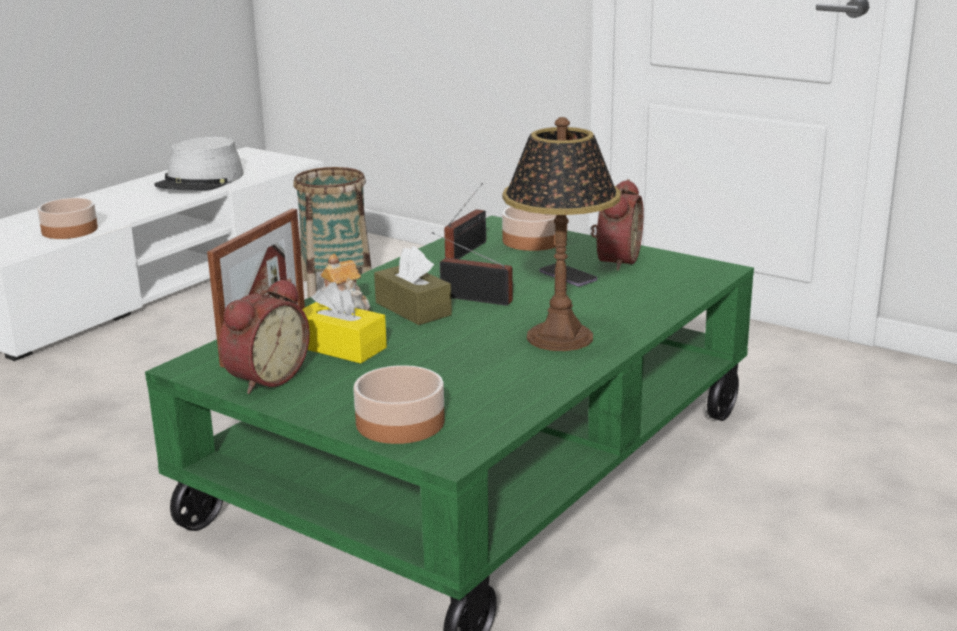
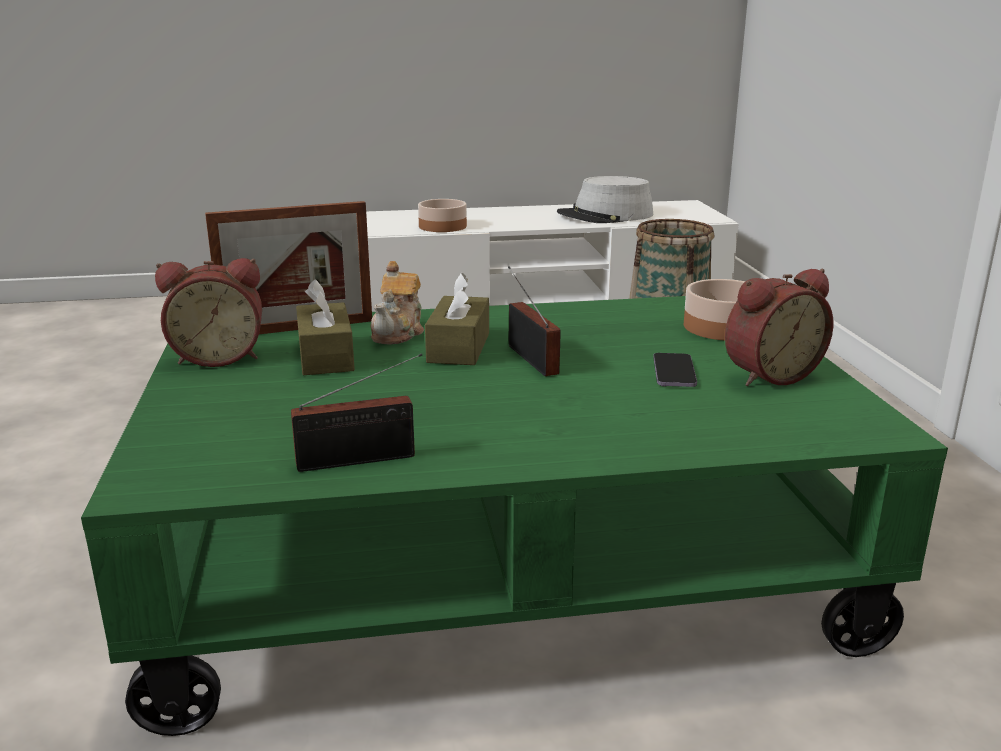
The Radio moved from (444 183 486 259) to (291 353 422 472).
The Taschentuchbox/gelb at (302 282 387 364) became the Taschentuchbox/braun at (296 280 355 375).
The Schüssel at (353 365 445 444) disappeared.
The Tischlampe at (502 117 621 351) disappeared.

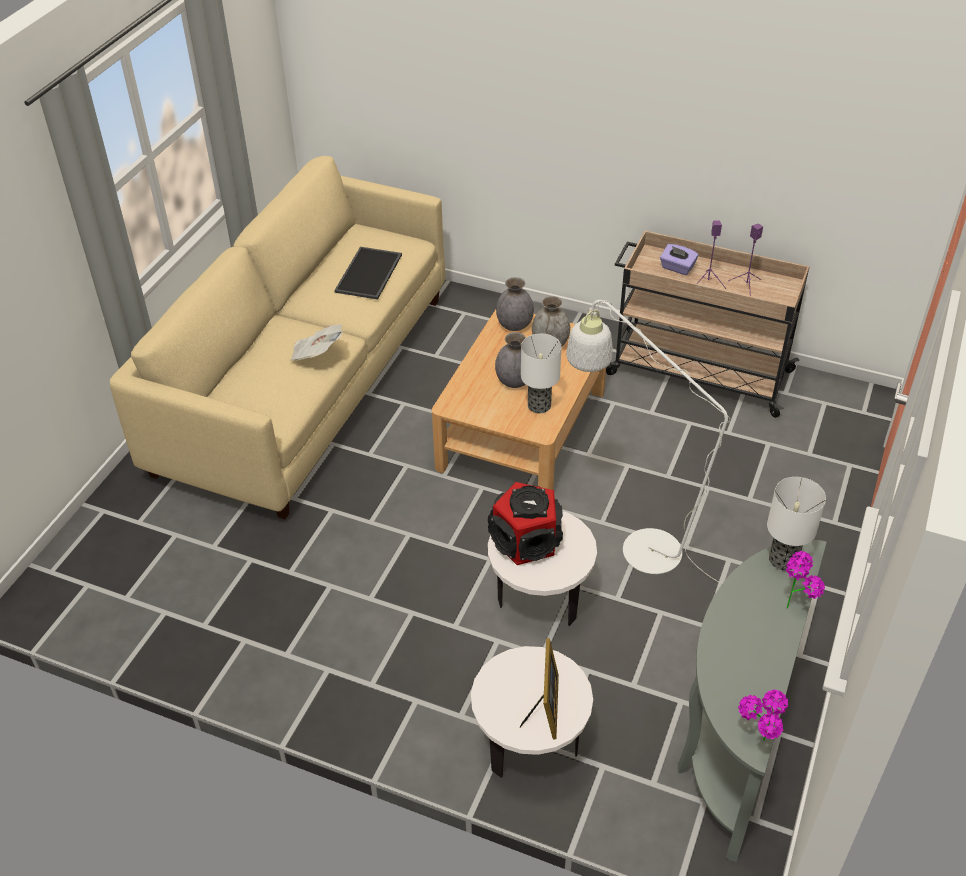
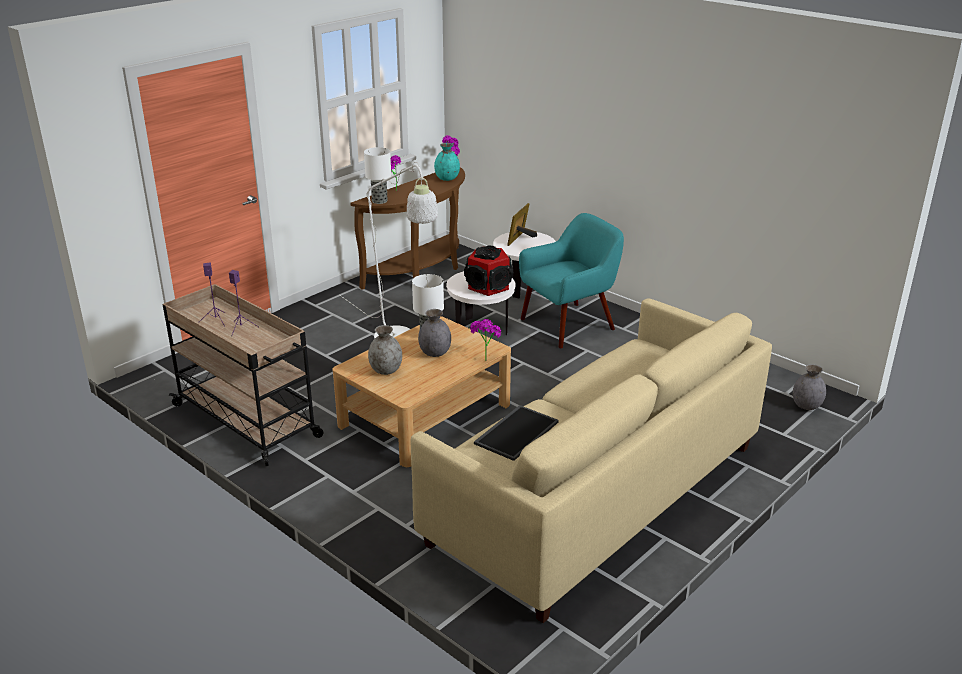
The Konsolentisch/grau at (678 540 827 862) became the Konsolentisch/braun at (350 167 465 290).
The Vase/türkis at (434 143 460 181) appeared.
The Topfpflanze at (470 319 501 361) appeared.
The Sessel/türkis at (519 213 624 348) appeared.
The Vase/grau moved from (496 277 534 331) to (793 364 826 410).
The Zeitung at (290 324 343 361) disappeared.
The Taschentuchbox/lila at (660 244 698 275) disappeared.

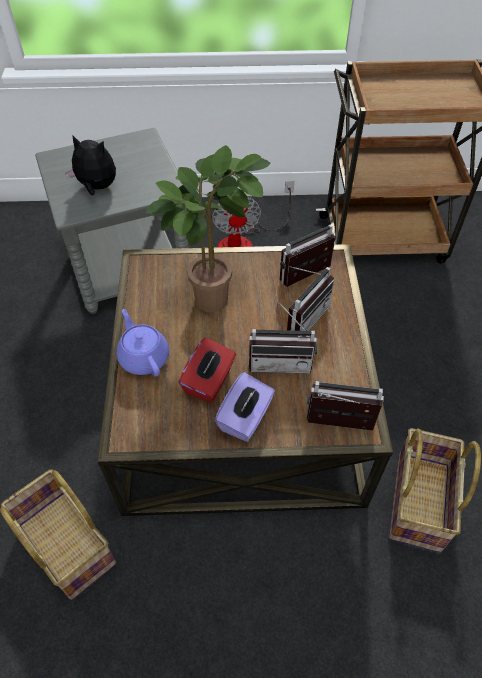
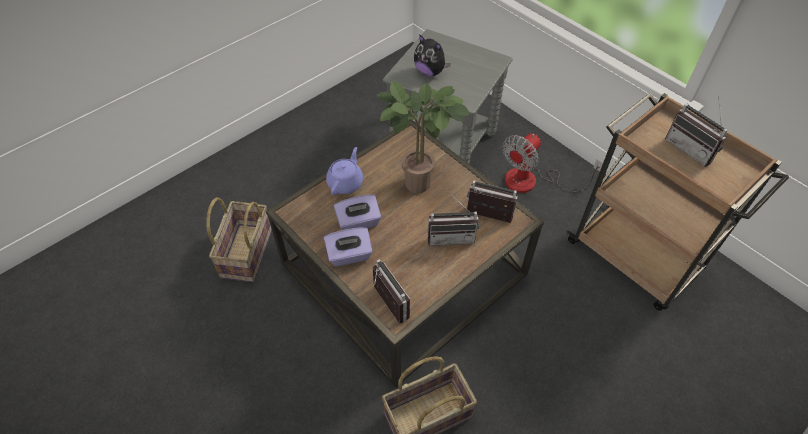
The Taschentuchbox/rot at (179 337 236 403) became the Taschentuchbox/lila at (334 195 381 230).
The Plüschtier at (65 135 116 196) turned 150 degrees clockwise.
The Radio moved from (249 300 317 374) to (665 95 728 167).

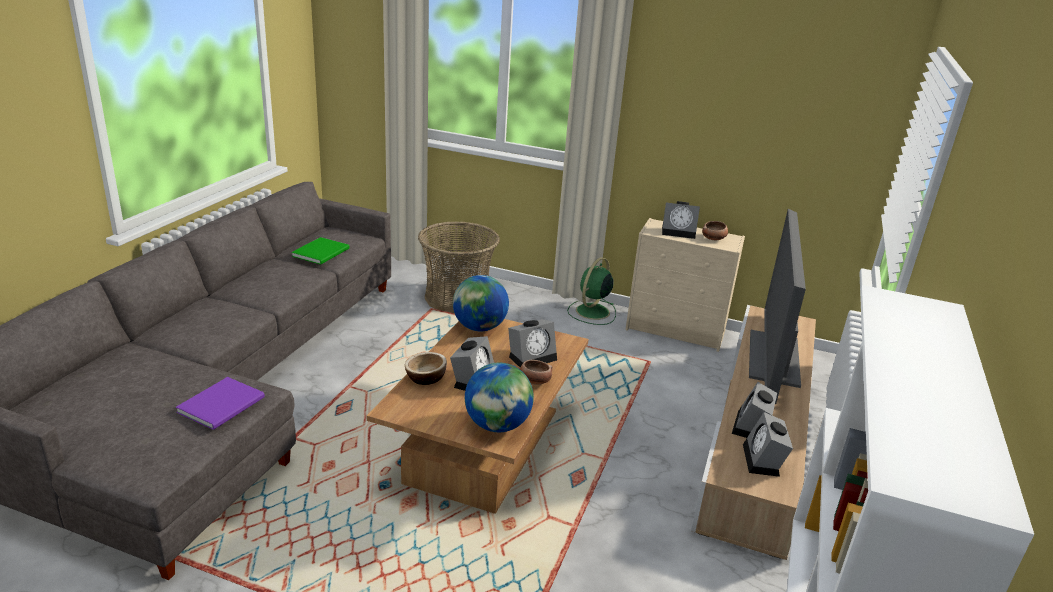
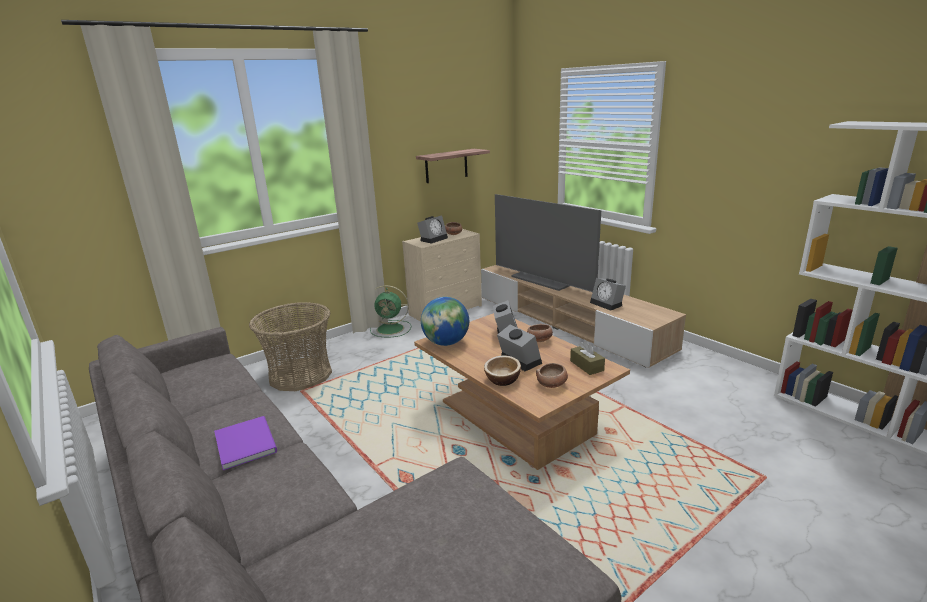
The Buch/lila moved from (176 377 265 430) to (214 416 277 470).
The Ventilator/grün at (567 257 616 325) turned 60 degrees counterclockwise.
The Wandregal at (416 149 490 183) appeared.
The Schüssel at (536 363 568 388) appeared.
The Globus at (465 363 534 432) was replaced by the Taschentuchbox/braun at (570 341 605 375).
The Buch/grün at (292 237 350 265) disappeared.
The Wecker at (743 412 793 477) disappeared.

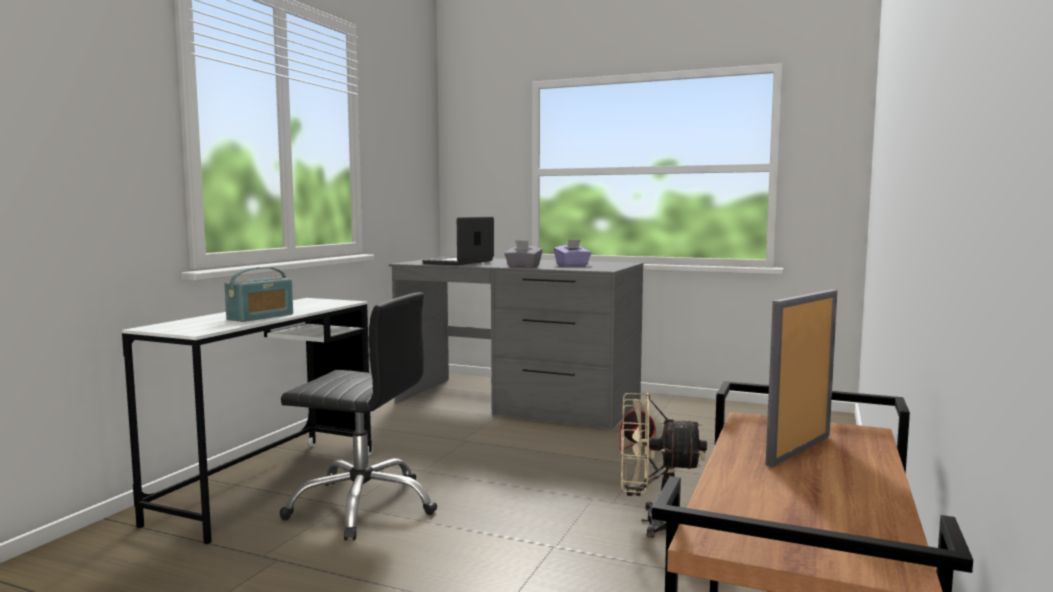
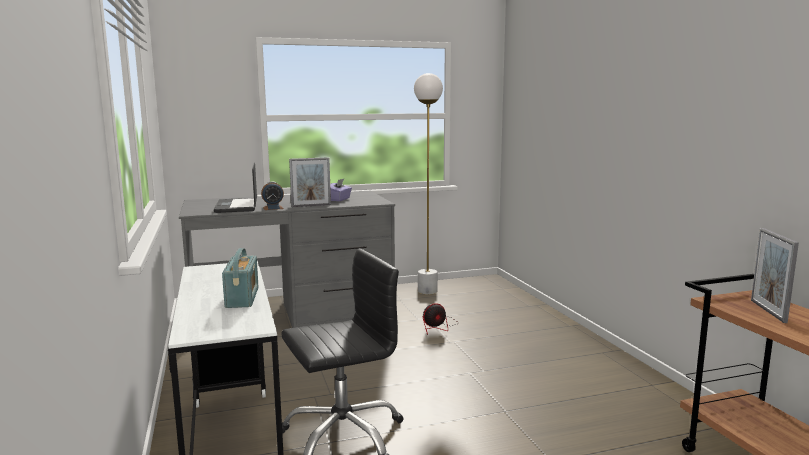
The Wecker at (261 181 284 210) appeared.
The Taschentuchbox/grau at (504 240 543 267) was replaced by the Bilderrahmen at (289 157 331 207).
The Stehlampe/weiß at (414 73 443 295) appeared.
The Ventilator/beige at (621 393 707 538) disappeared.

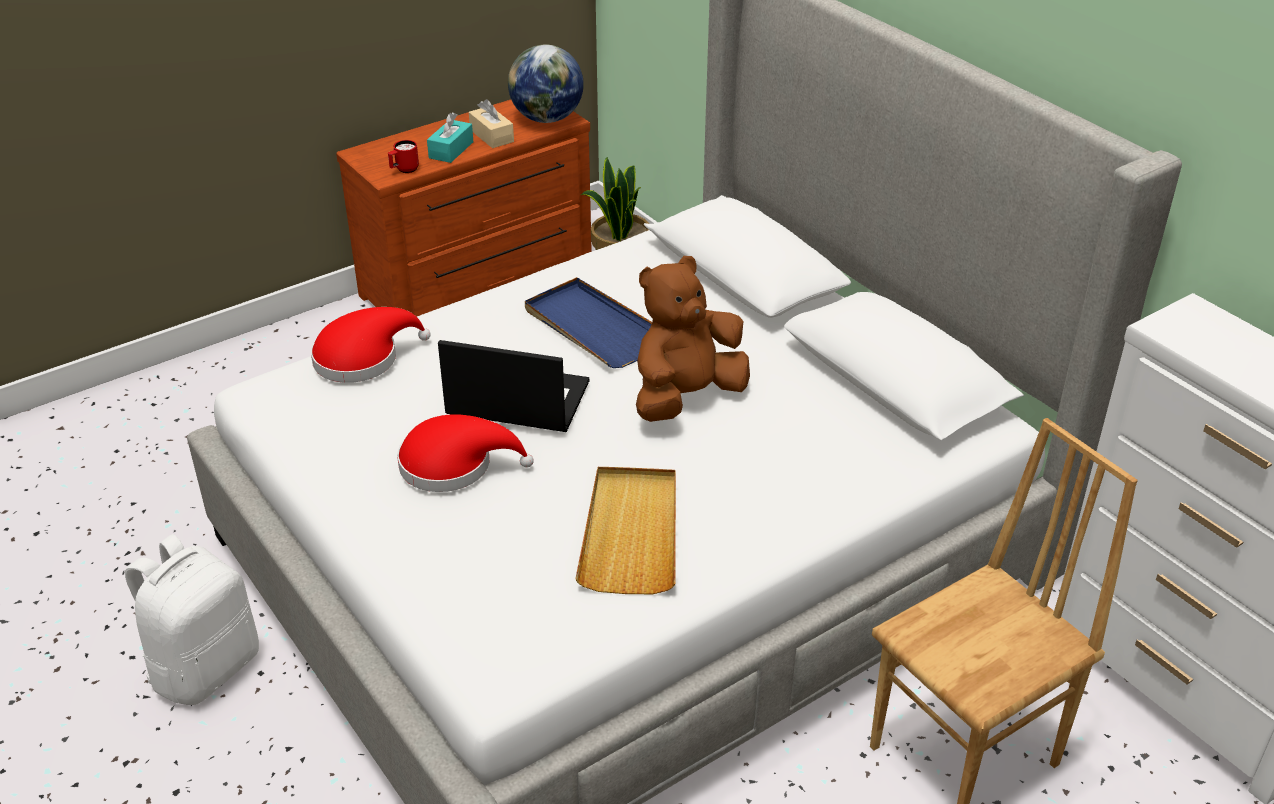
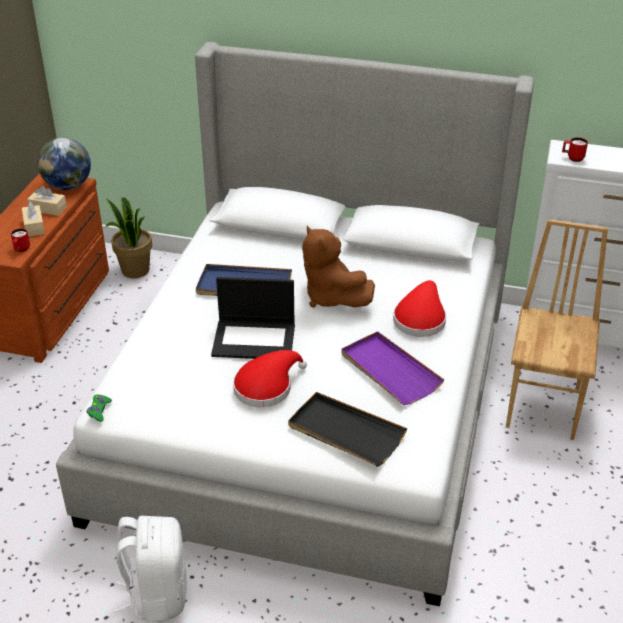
The Taschentuchbox/türkis at (427 112 473 163) became the Taschentuchbox/beige at (22 201 45 237).
The Gamepad/grün at (87 395 112 422) appeared.
The Laptop at (438 340 589 432) turned 150 degrees counterclockwise.
The Tablett/schwarz at (288 392 407 467) appeared.
The Plüschtier/braun at (636 256 750 422) turned 45 degrees counterclockwise.
The Tablett/beige at (575 467 676 594) became the Tablett/lila at (341 331 444 405).
The Hut/rot moved from (311 307 431 383) to (393 280 446 337).
The Henkelbecher/rot at (562 137 588 162) appeared.

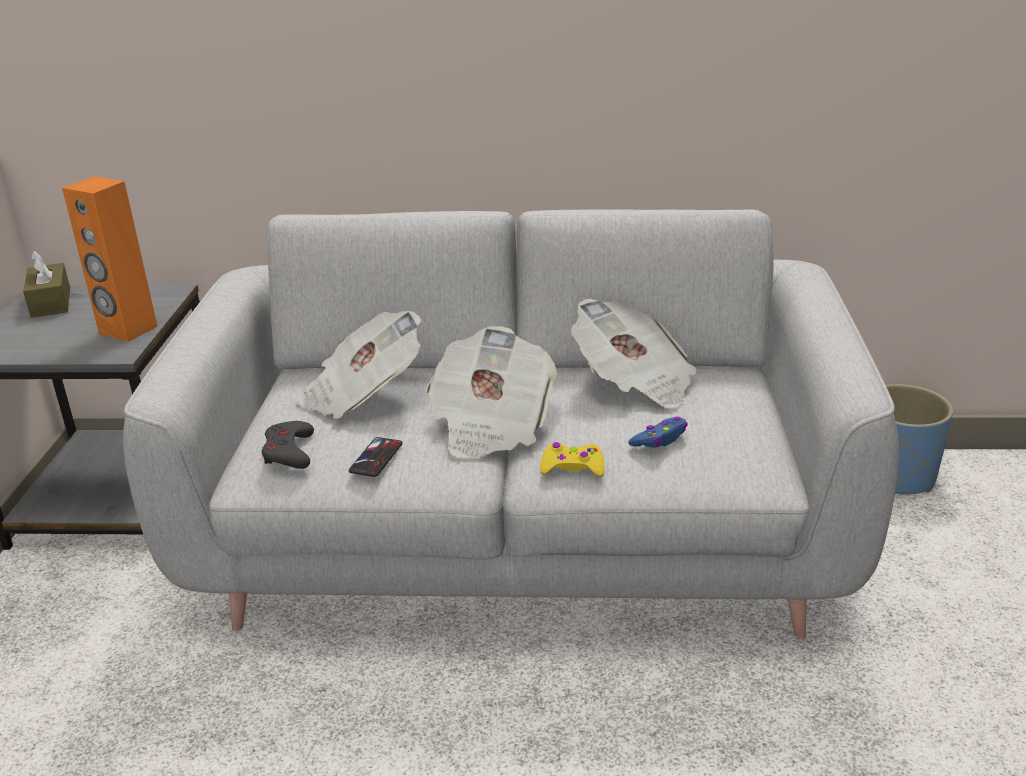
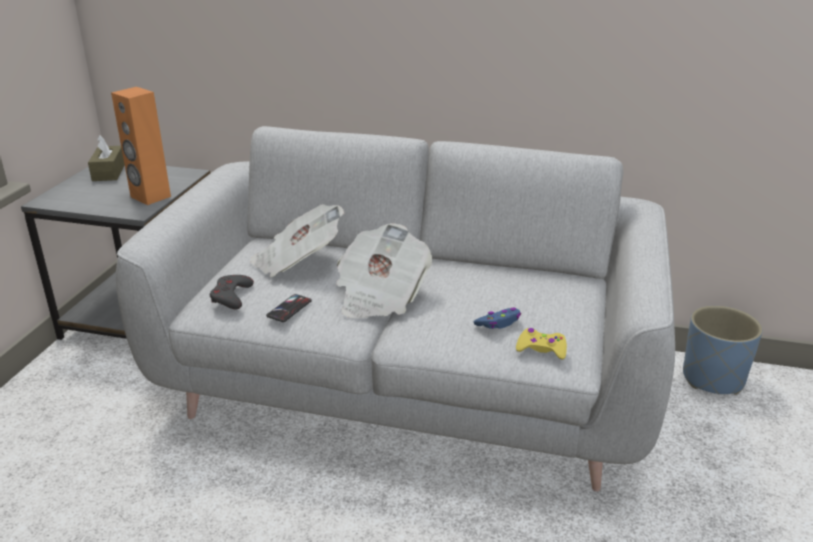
The Gamepad/gelb moved from (540 442 604 477) to (516 328 567 360).
The Zeitung at (571 298 697 409) disappeared.

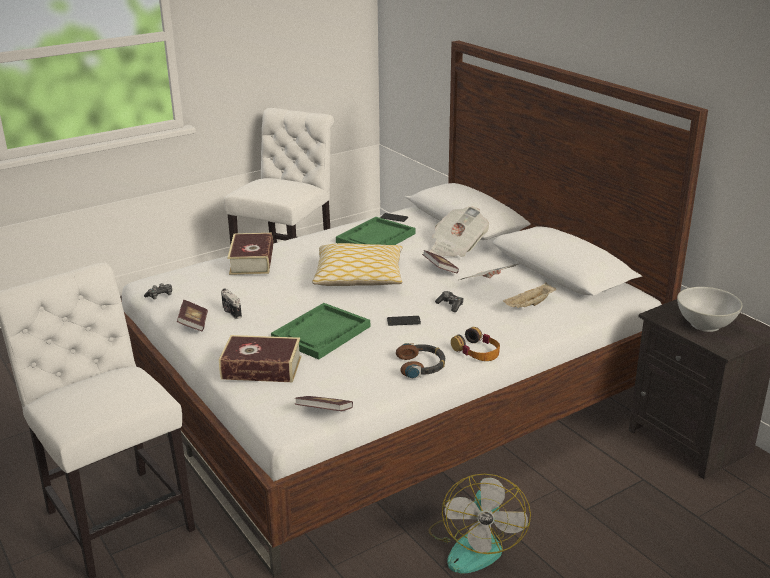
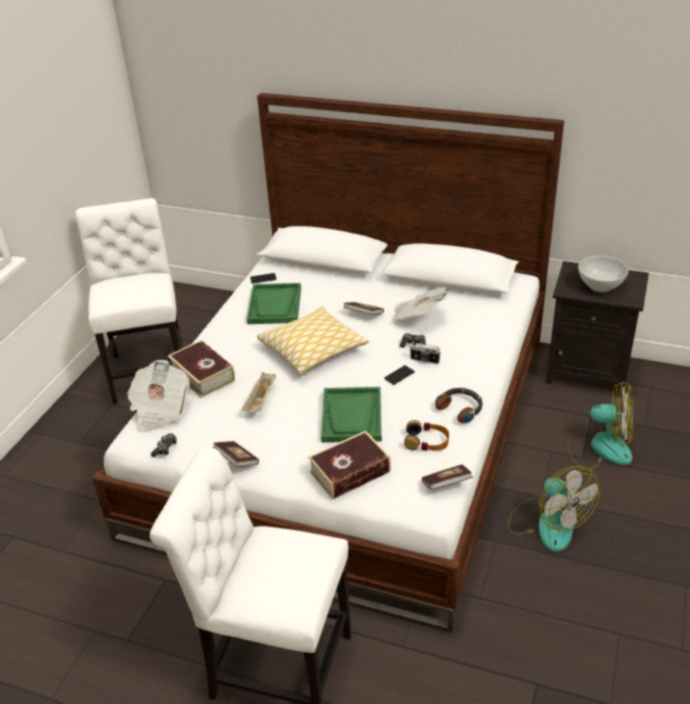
The Zeitung moved from (430 207 489 257) to (127 360 190 431).
The Tablett/beige moved from (503 283 556 308) to (242 372 276 412).
The Kopfhörer moved from (451 327 500 361) to (404 420 449 451).
The Kamera moved from (221 288 242 319) to (410 342 441 364).
The Ventilator at (567 382 633 470) appeared.

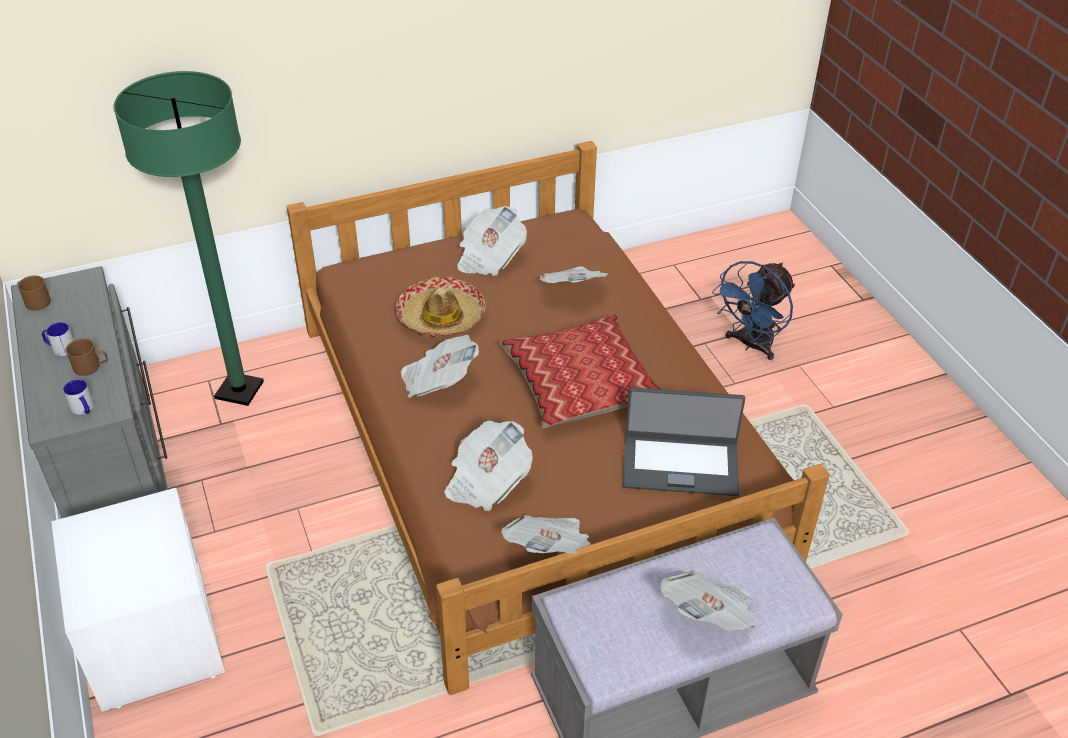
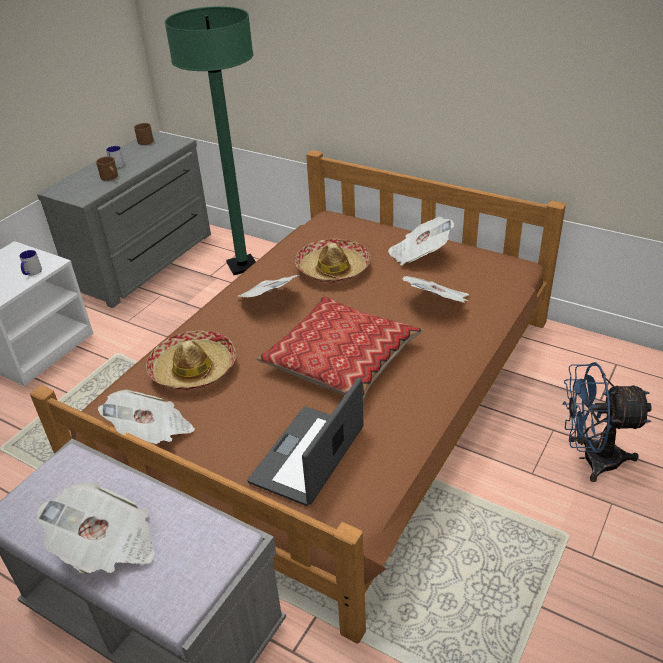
The Henkelbecher moved from (63 379 94 415) to (19 250 42 276).
The Zeitung at (444 421 533 511) was replaced by the Hut at (146 331 236 390).
The Laptop at (623 387 745 496) turned 60 degrees clockwise.

